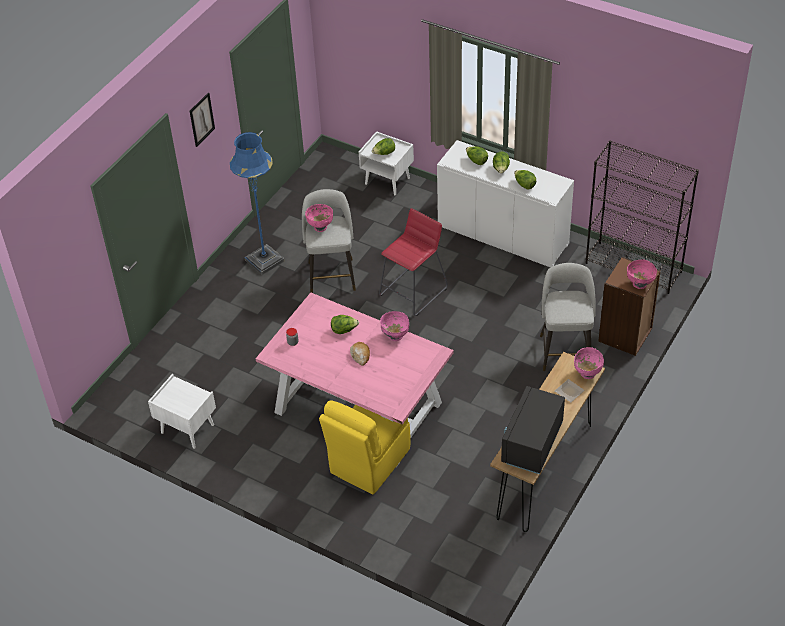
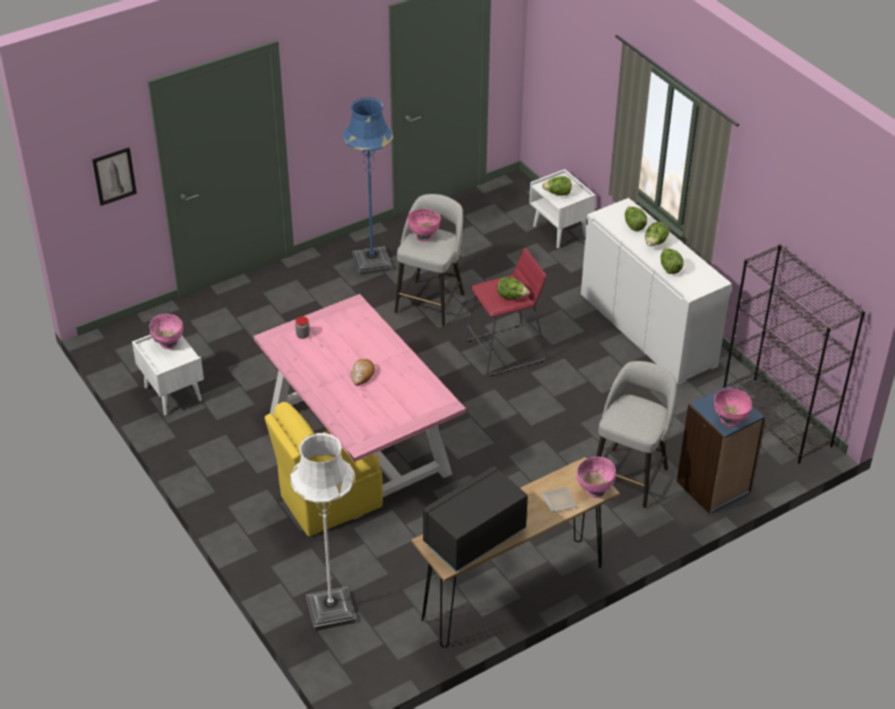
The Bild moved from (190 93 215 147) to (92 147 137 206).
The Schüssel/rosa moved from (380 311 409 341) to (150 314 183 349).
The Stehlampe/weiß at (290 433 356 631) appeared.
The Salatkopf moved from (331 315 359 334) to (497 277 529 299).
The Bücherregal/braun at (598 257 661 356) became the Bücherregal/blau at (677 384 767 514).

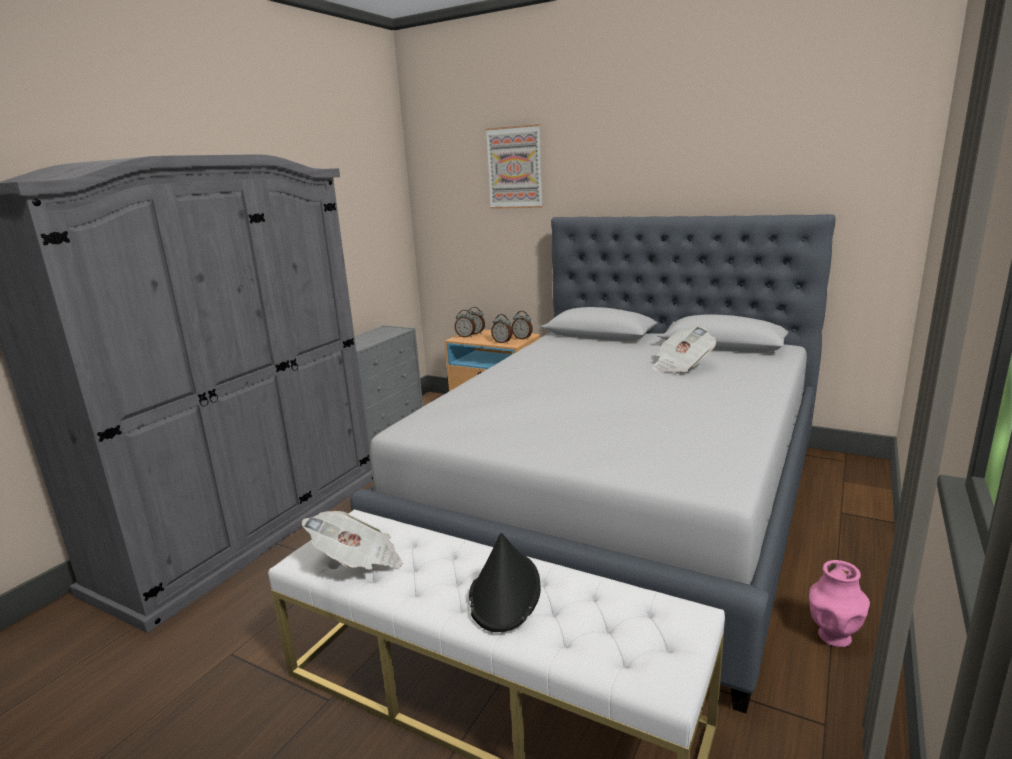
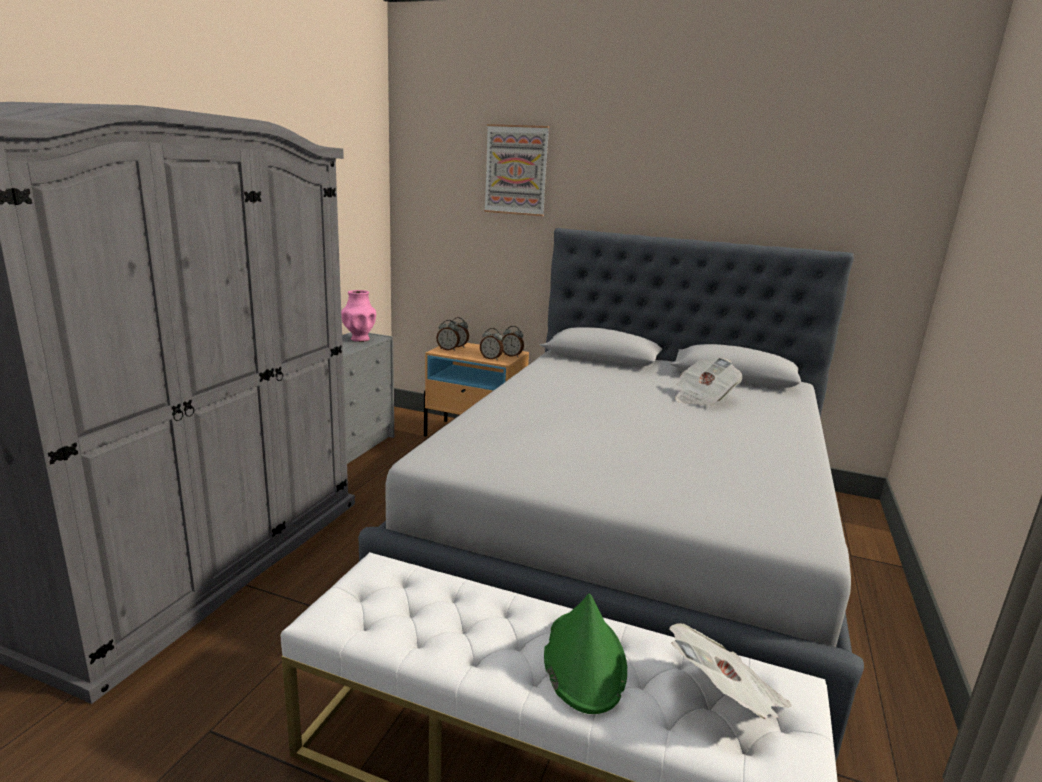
The Vase/rosa moved from (809 560 870 648) to (341 290 376 342).
The Hut/schwarz at (469 533 541 632) became the Hut/grün at (544 594 627 714).
The Zeitung moved from (302 511 403 570) to (670 623 792 720).

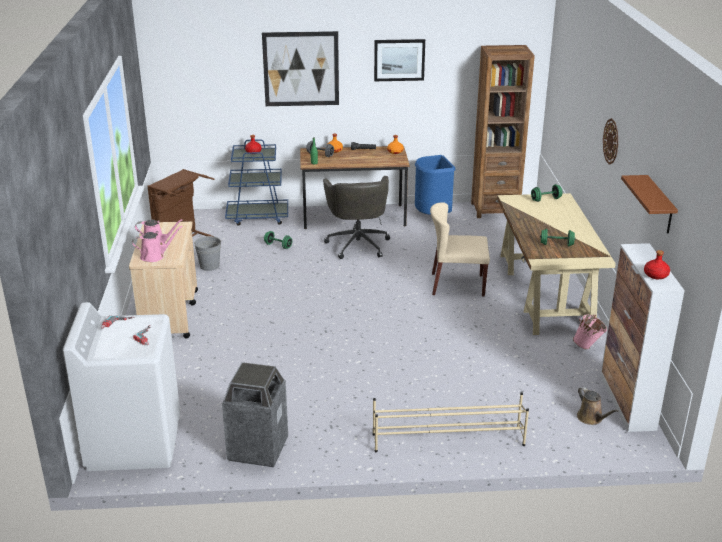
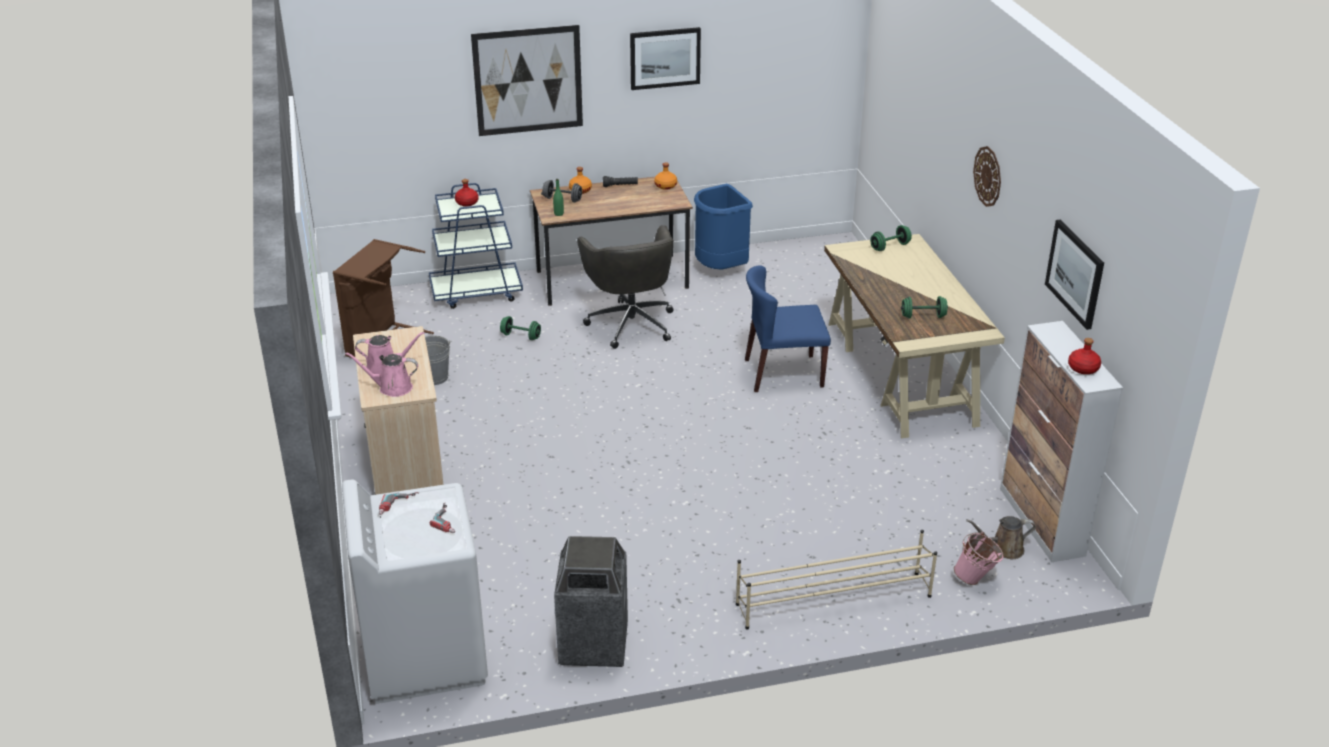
The Gießkanne/rosa at (132 226 183 262) turned 150 degrees counterclockwise.
The Stuhl/beige at (430 202 490 296) became the Stuhl/blau at (745 265 831 392).
The Eimer/rosa moved from (573 314 607 349) to (954 532 1003 585).
The Gießkanne/braun at (577 387 618 425) turned 120 degrees clockwise.
The Wandregal/braun at (621 175 678 234) was replaced by the Bild at (1045 220 1104 330).
The Bücherregal/braun at (471 45 535 218) disappeared.

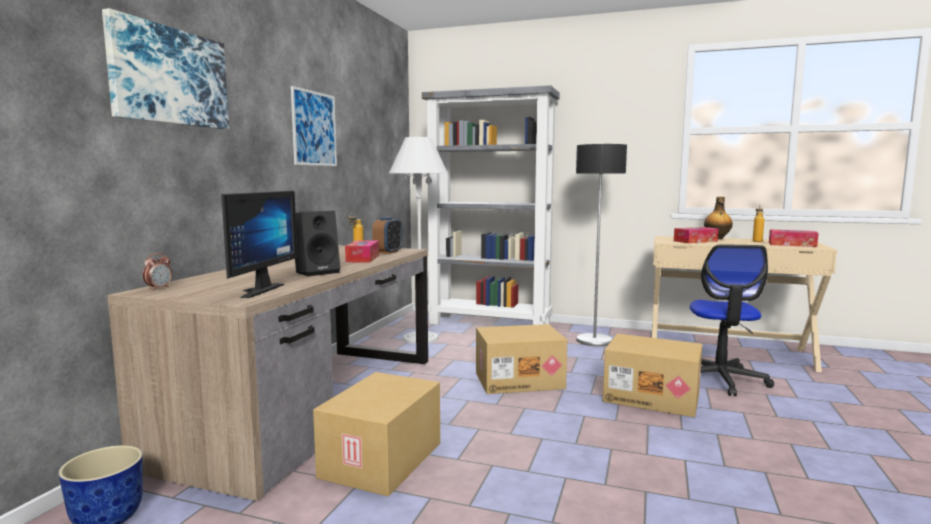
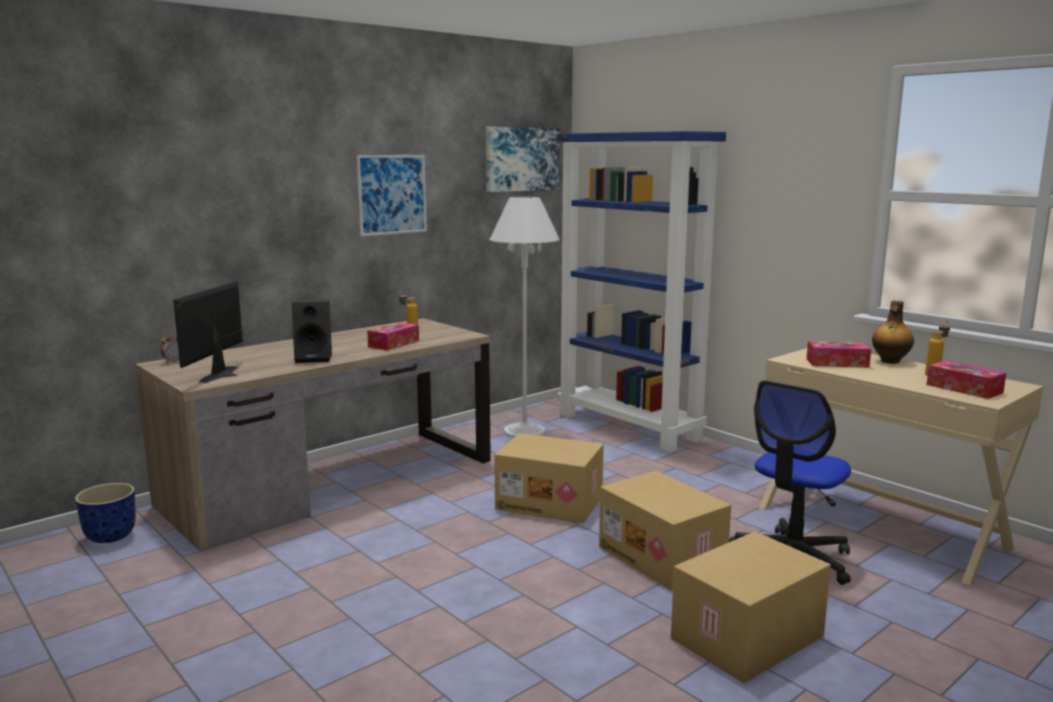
The Monitor at (221 191 298 298) turned 150 degrees clockwise.
The Bild moved from (102 8 229 129) to (486 127 560 192).
The Bücherregal/grau at (422 85 560 325) became the Bücherregal/blau at (557 131 726 452).
The Karton moved from (313 372 440 496) to (671 531 831 683).
The Wecker at (372 217 402 254) disappeared.
The Stehlampe at (576 144 627 347) disappeared.

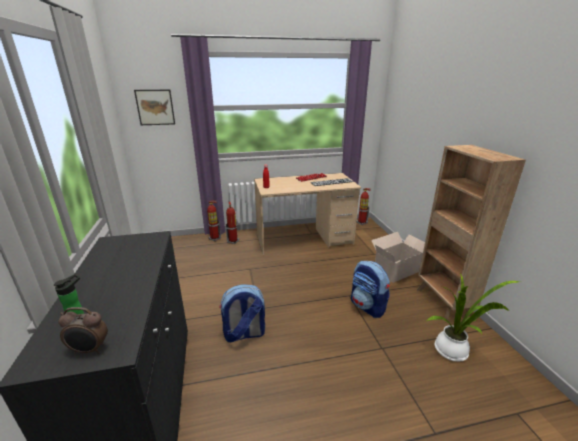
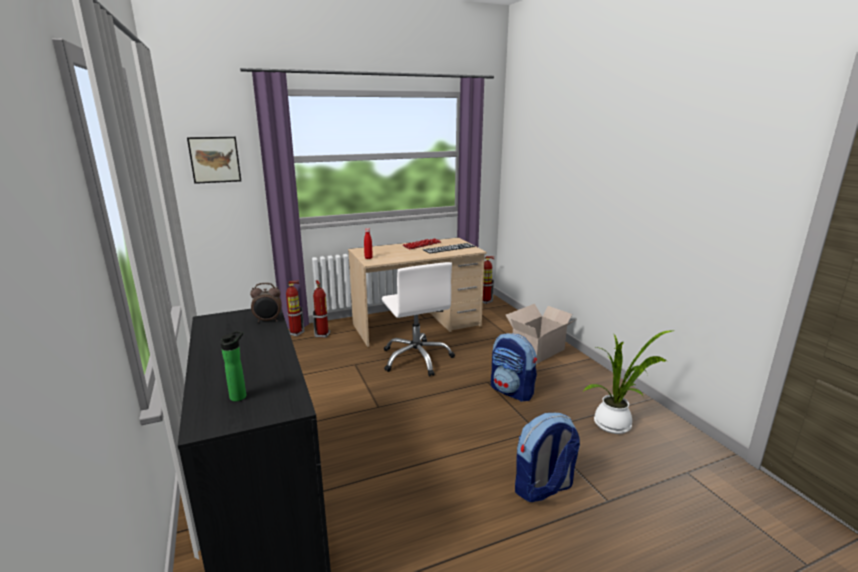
The Wecker moved from (59 307 108 354) to (250 283 282 323).
The Bürostuhl/weiß at (382 262 455 377) appeared.
The Rucksack moved from (219 284 265 342) to (515 413 580 502).
The Bücherregal/braun at (417 145 526 320) disappeared.

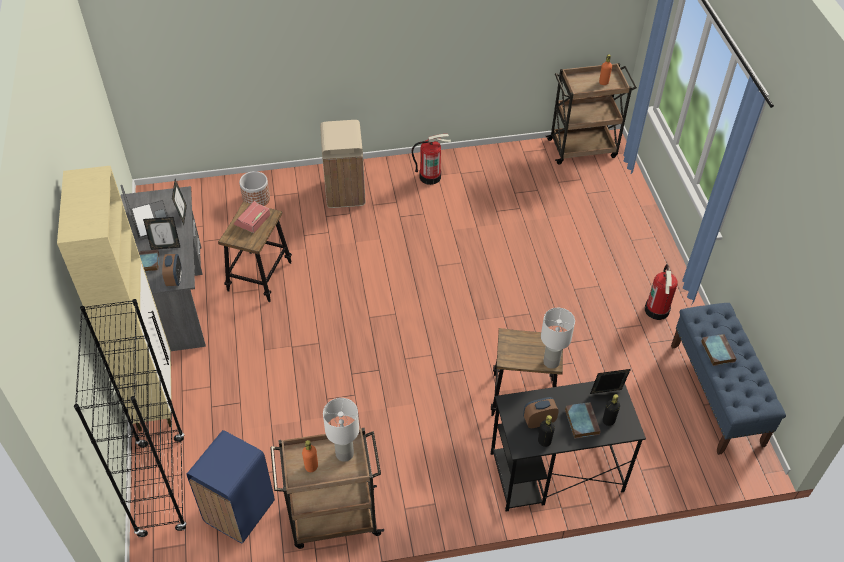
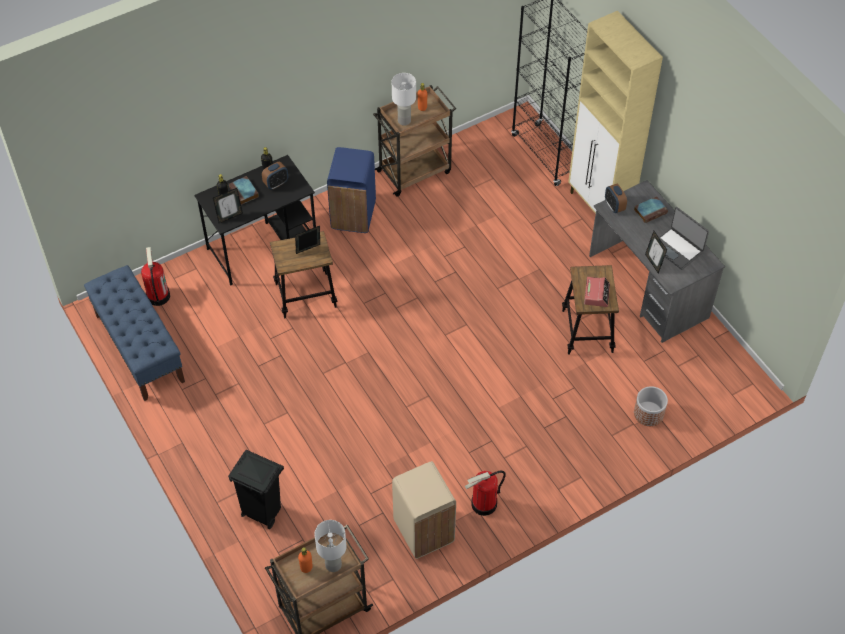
The Feuerlöscher moved from (645 264 678 320) to (141 247 170 306).
The Mülleimer/schwarz at (228 450 284 529) appeared.
The Bilderrahmen moved from (143 217 181 250) to (295 226 320 254).
The Tischlampe/weiß moved from (541 308 575 369) to (314 520 347 572).
The Mülleimer/blau moved from (187 430 275 543) to (327 147 376 233).
The Mülleimer/beige moved from (320 120 365 208) to (392 461 456 559).
The Buch at (701 334 737 366) disappeared.

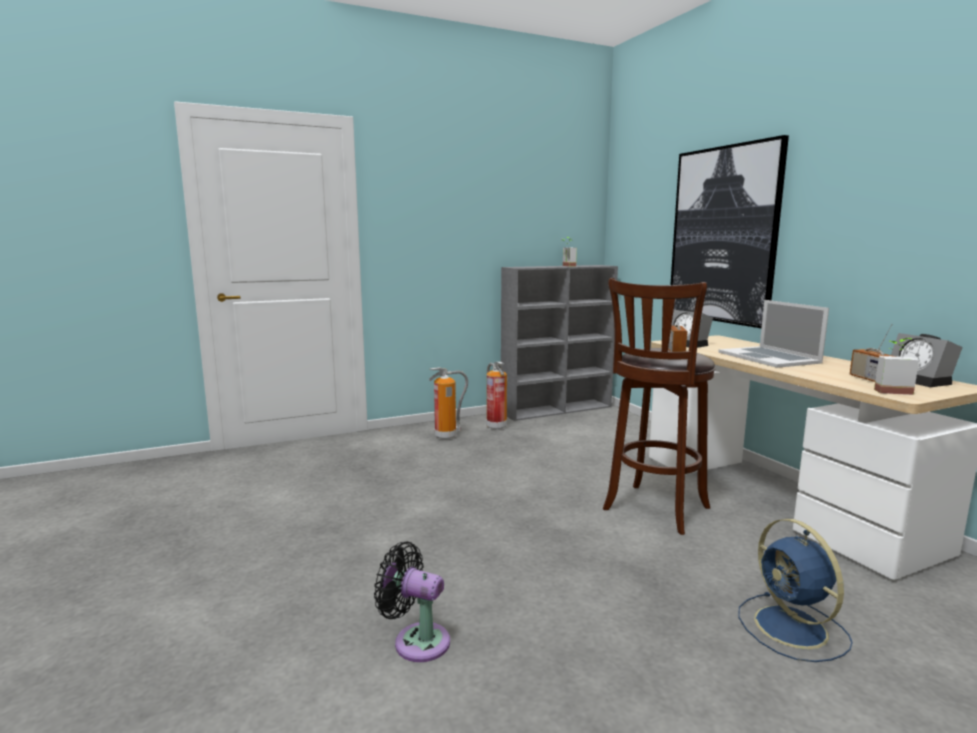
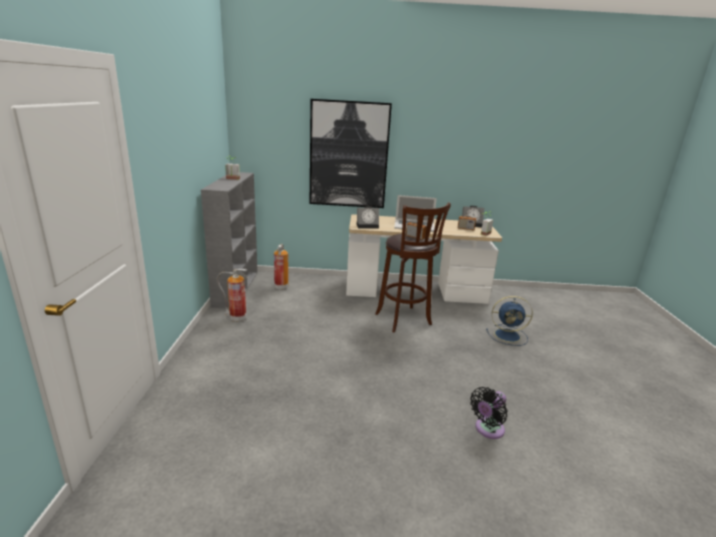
The Feuerlöscher moved from (429 367 468 440) to (274 244 289 290).

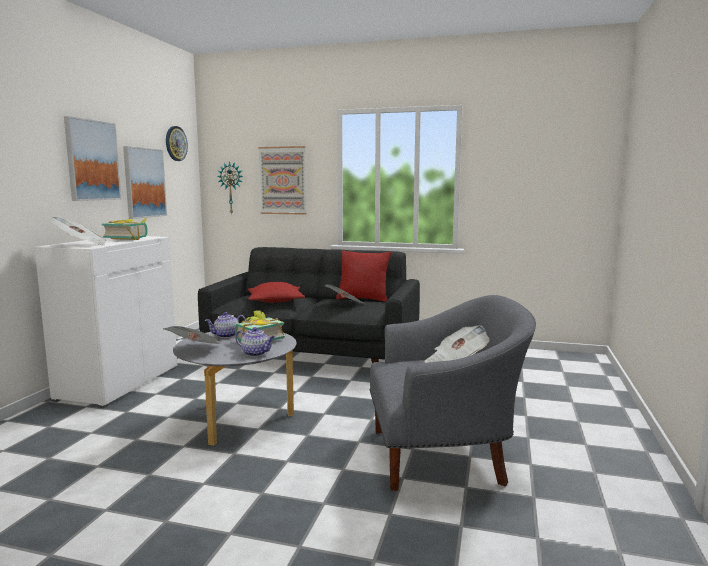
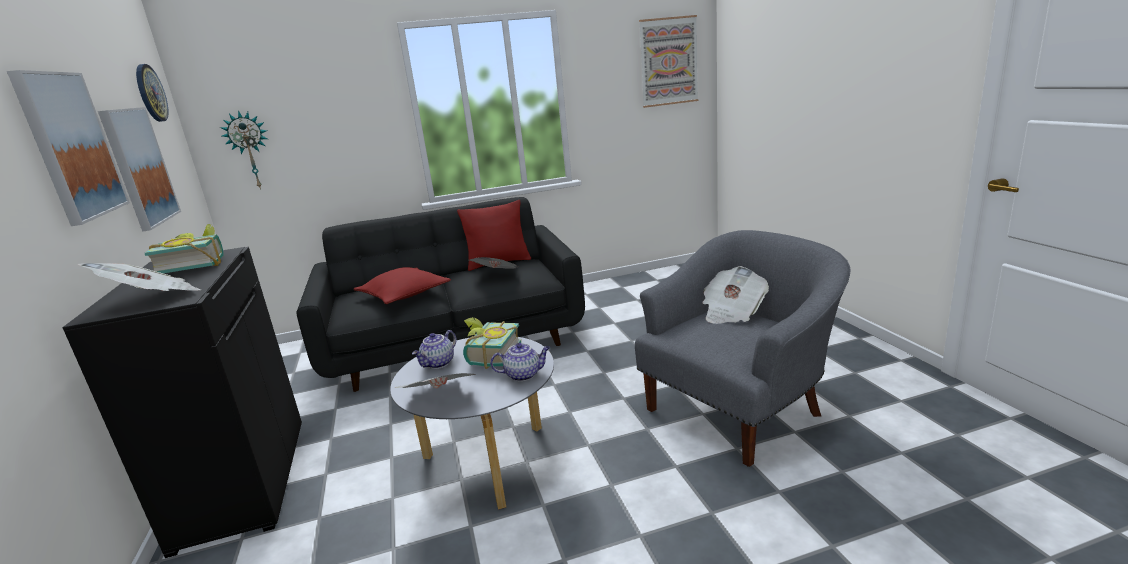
The Schrank/weiß at (35 236 177 408) became the Schrank/schwarz at (62 247 302 558).
The Bild moved from (258 146 307 215) to (639 15 698 108).

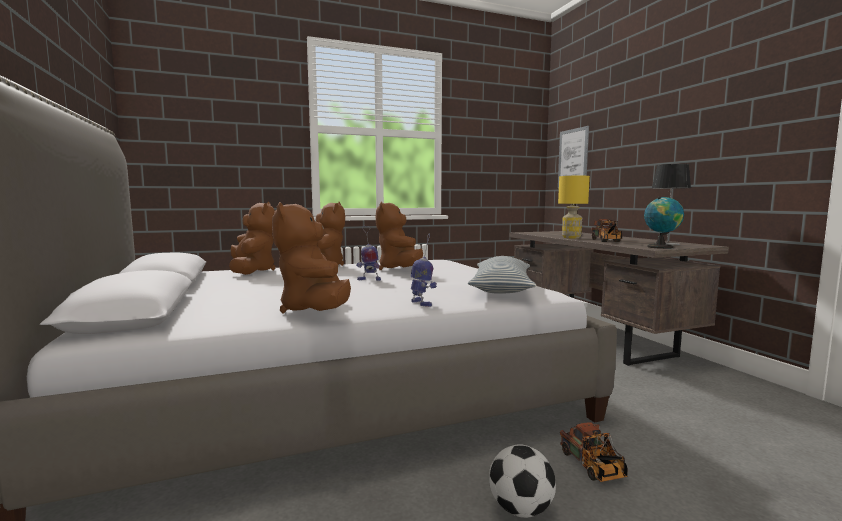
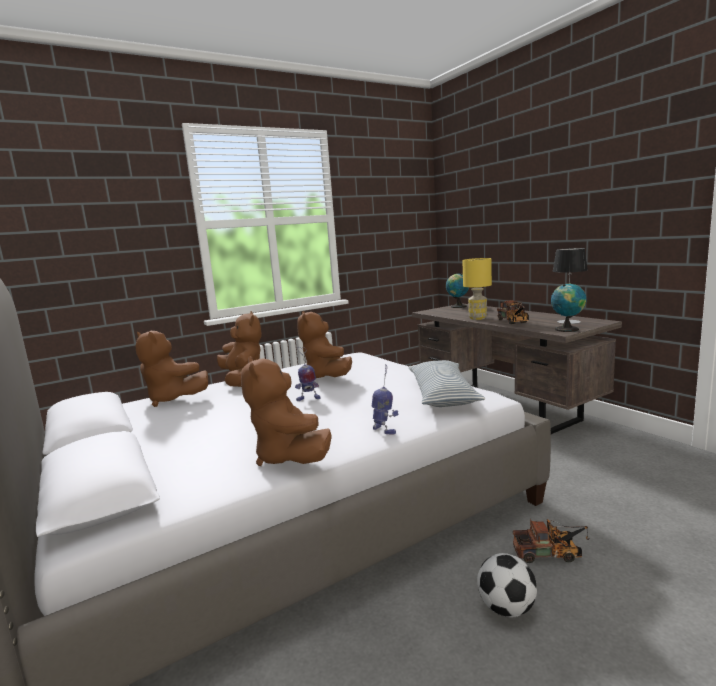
The Plüschtier/braun at (229 202 275 275) turned 150 degrees clockwise.
The Globus at (446 273 469 308) appeared.
The Spielzeuglaster at (560 422 628 482) turned 60 degrees counterclockwise.
The Bild at (558 126 589 189) disappeared.

